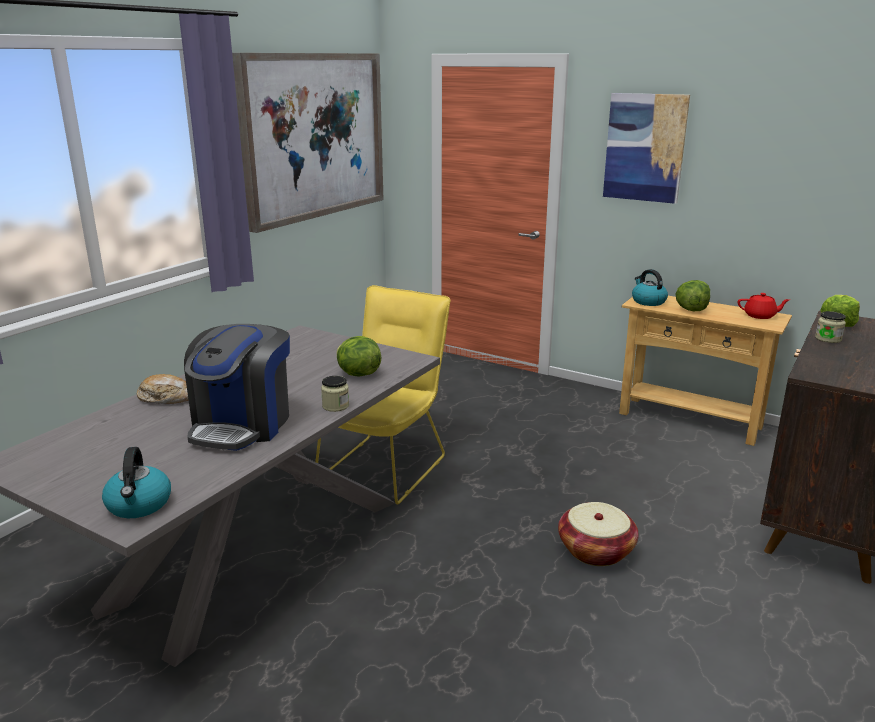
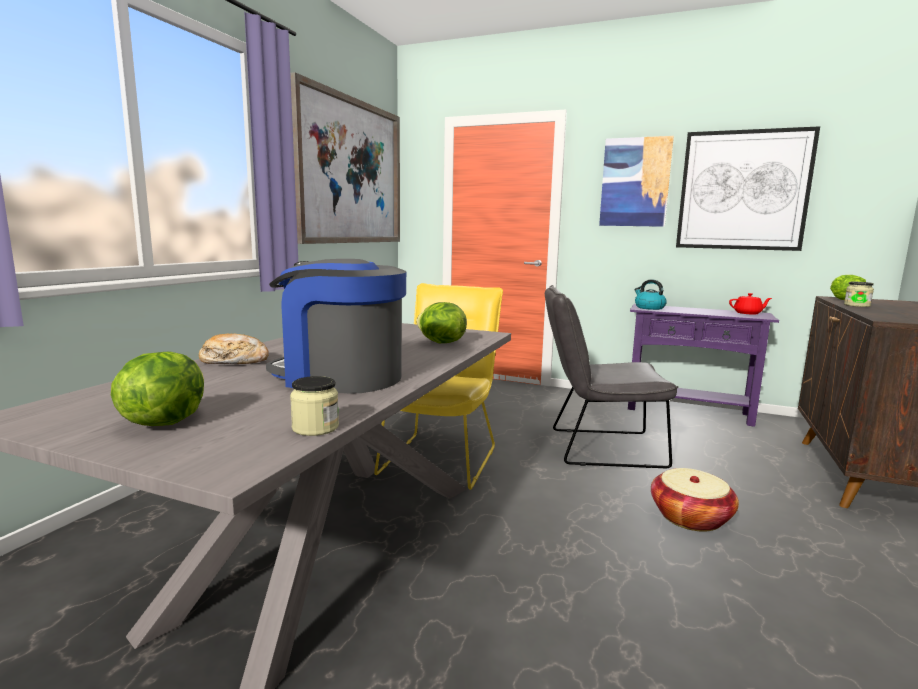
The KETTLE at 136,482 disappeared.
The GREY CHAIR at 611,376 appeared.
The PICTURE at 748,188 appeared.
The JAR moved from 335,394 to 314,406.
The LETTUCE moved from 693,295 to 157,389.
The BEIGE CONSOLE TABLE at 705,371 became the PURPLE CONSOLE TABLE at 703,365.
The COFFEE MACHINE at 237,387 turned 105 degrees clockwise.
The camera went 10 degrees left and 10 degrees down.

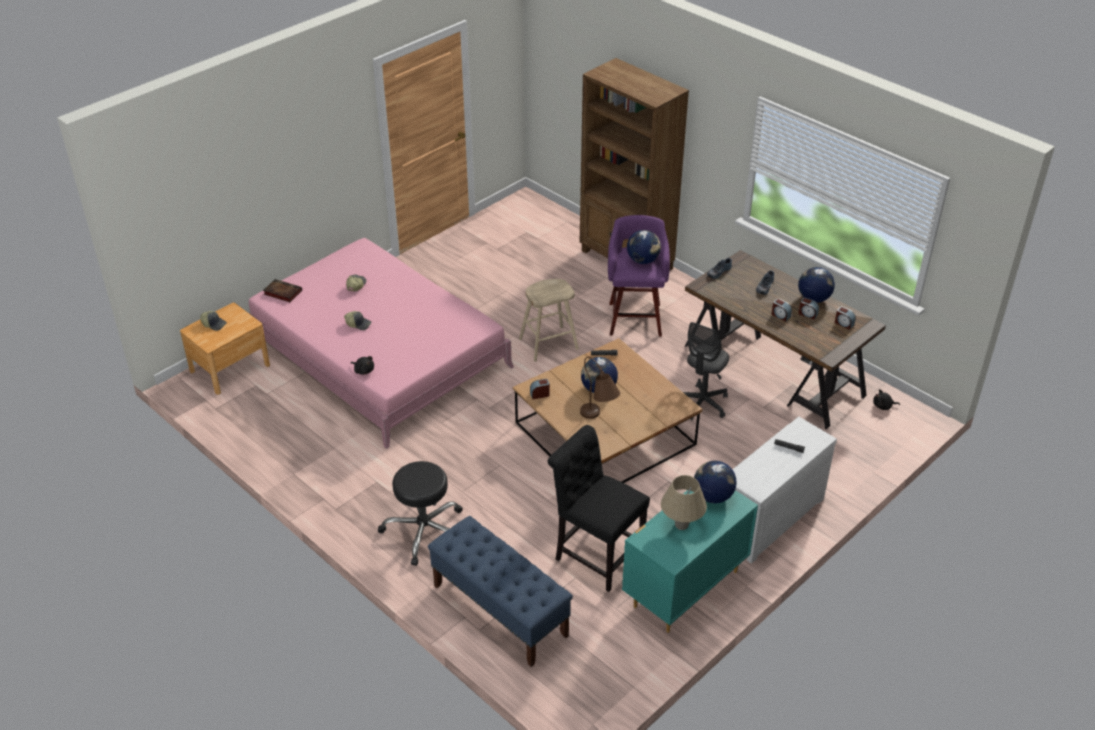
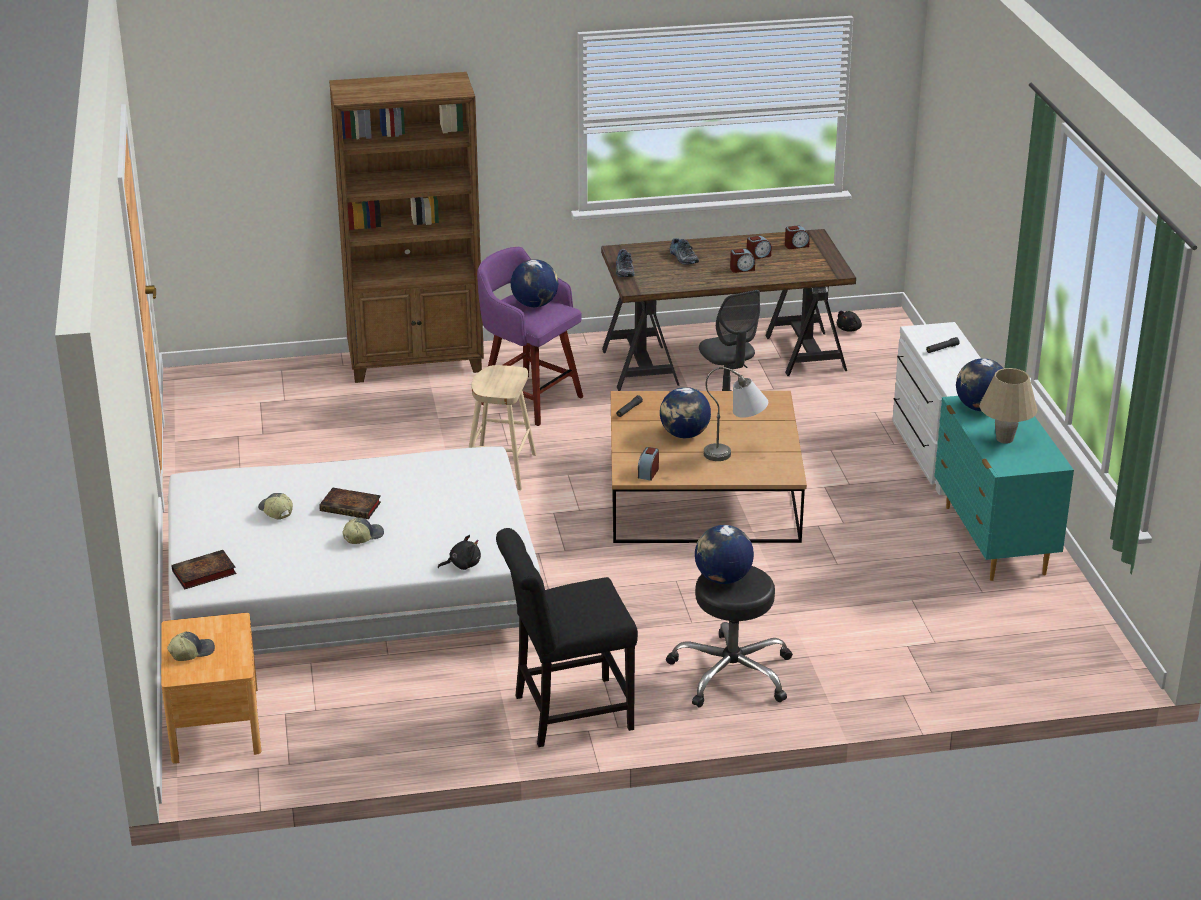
The BLUE BENCH at 500,591 disappeared.
The BOOK at 350,503 appeared.
The BLACK CHAIR moved from 598,508 to 567,637.
The GLOBE moved from 816,285 to 724,554.
The PINK BED at 381,343 became the WHITE BED at 354,550.
The BROWN TABLE LAMP at 600,388 became the GREY TABLE LAMP at 736,414.
The camera went 55 degrees left and 10 degrees down.

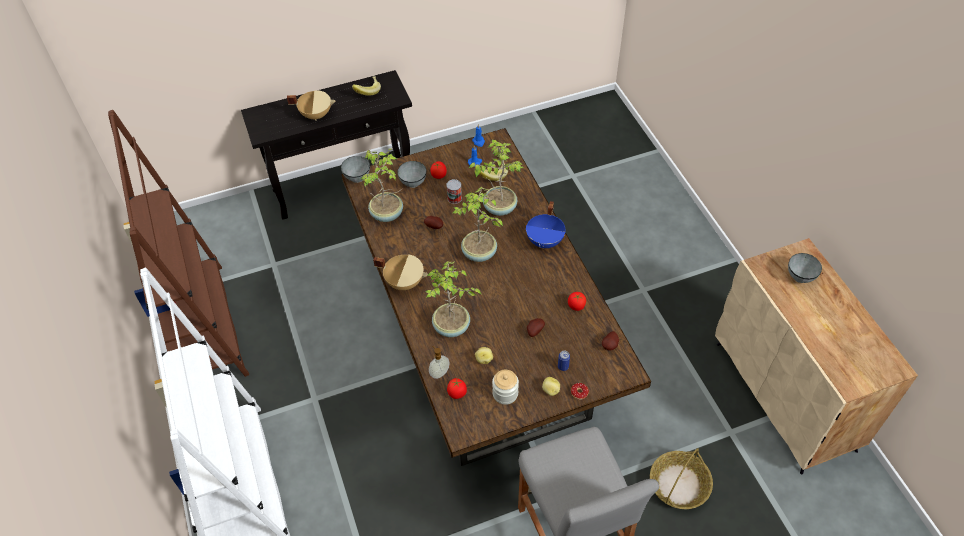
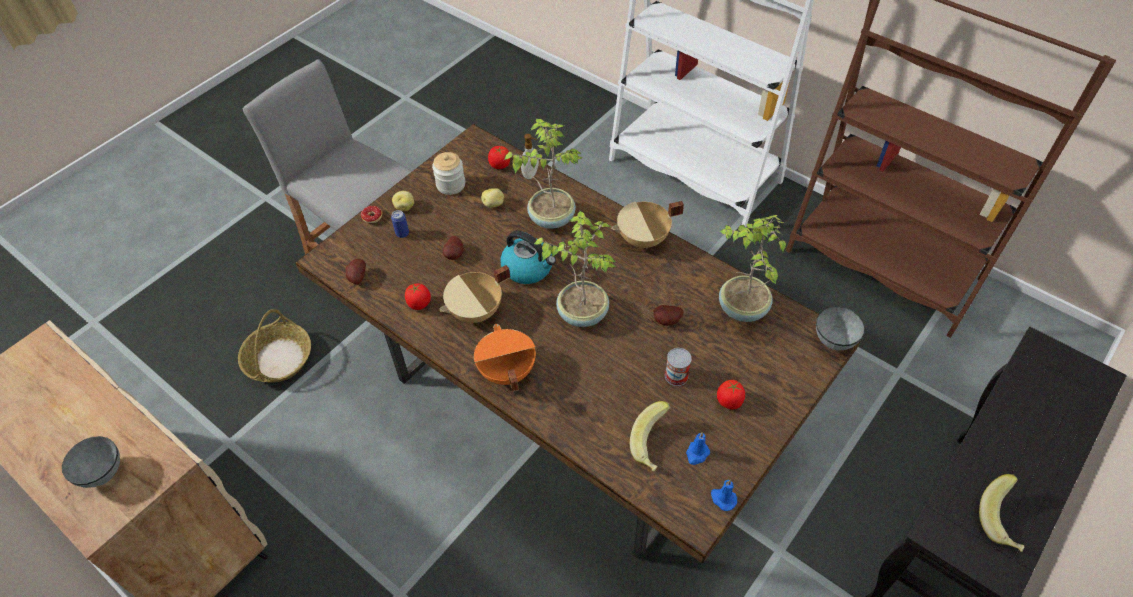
The GREY BOWL at 411,174 disappeared.
The POTTED PLANT at 496,177 disappeared.
The KETTLE at 528,257 appeared.
The BEIGE COOKING POT moved from 311,105 to 474,294.
The BLUE COOKING POT at 545,225 became the ORANGE COOKING POT at 505,358.
The camera went 150 degrees right and 0 degrees up.

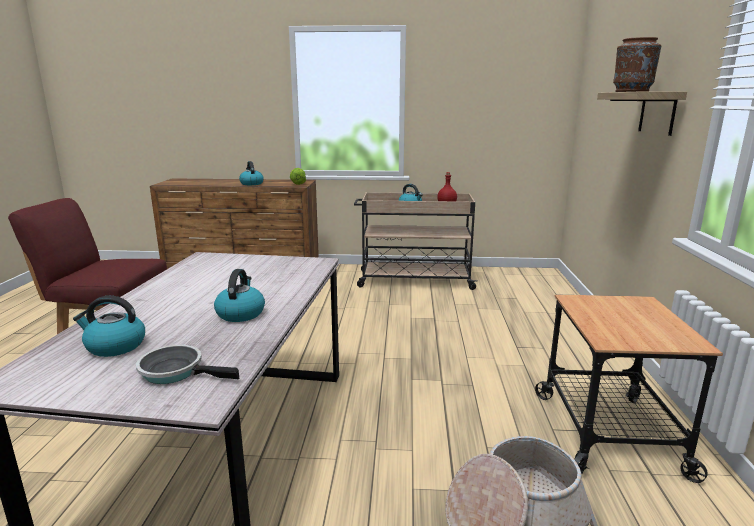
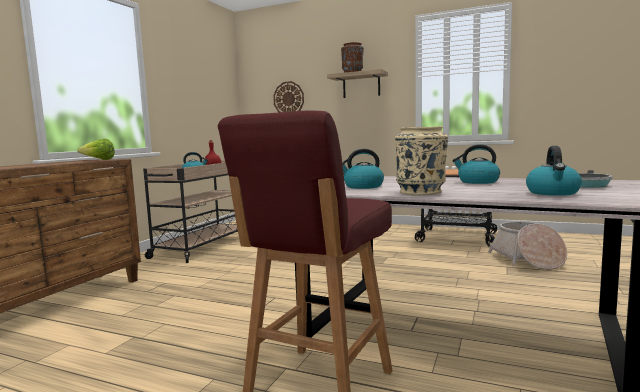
The WALL CLOCK at 288,97 appeared.
The BEIGE VASE at 421,160 appeared.
The KETTLE moved from 251,173 to 363,169.
The camera went 70 degrees left and 10 degrees down.

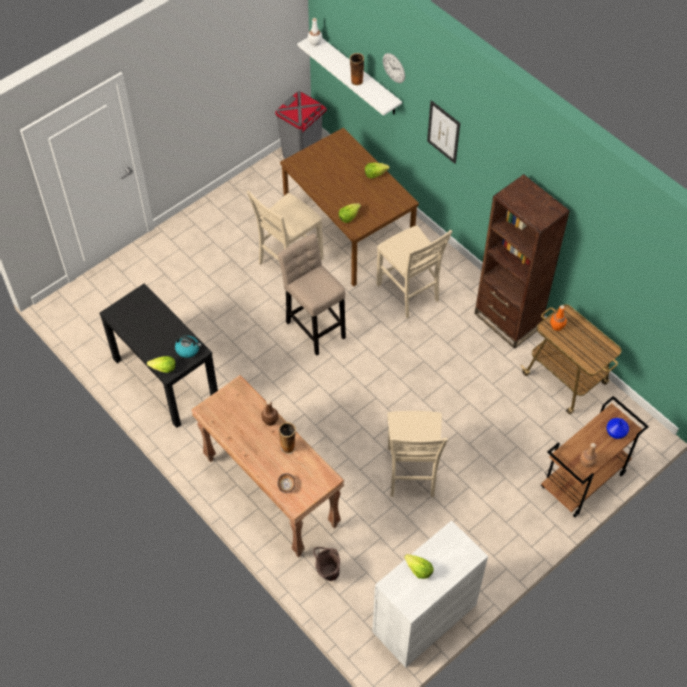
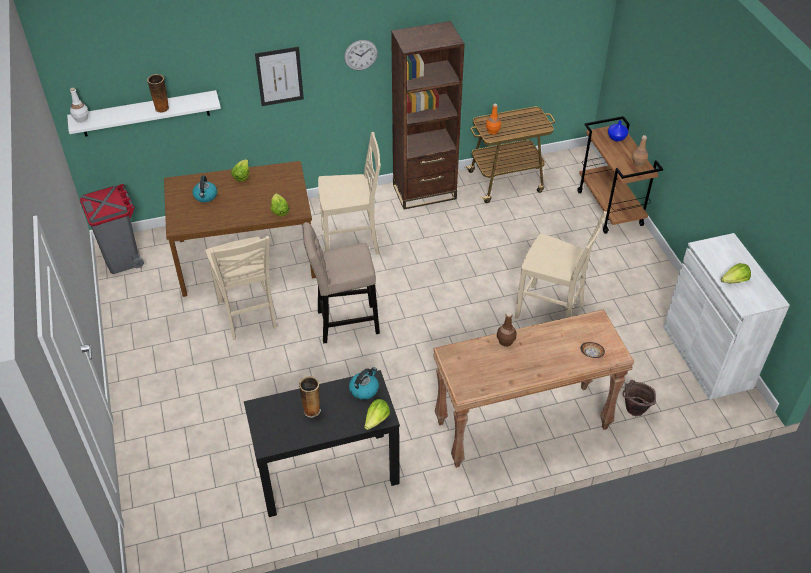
The KETTLE at 204,189 appeared.
The VASE moved from 287,438 to 310,397.
The WALL CLOCK moved from 394,68 to 361,55.
The camera went 65 degrees left and 10 degrees down.

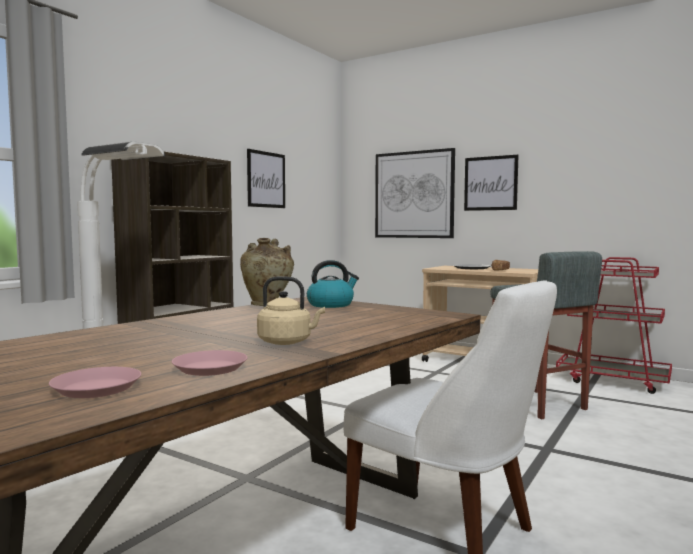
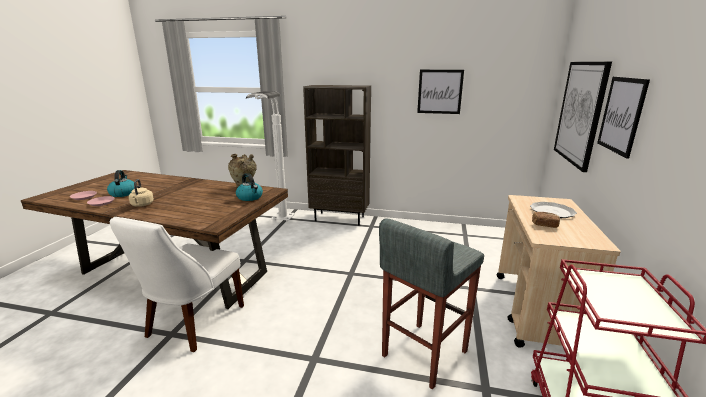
The KETTLE at 122,183 appeared.
The camera went 70 degrees right and 15 degrees up.

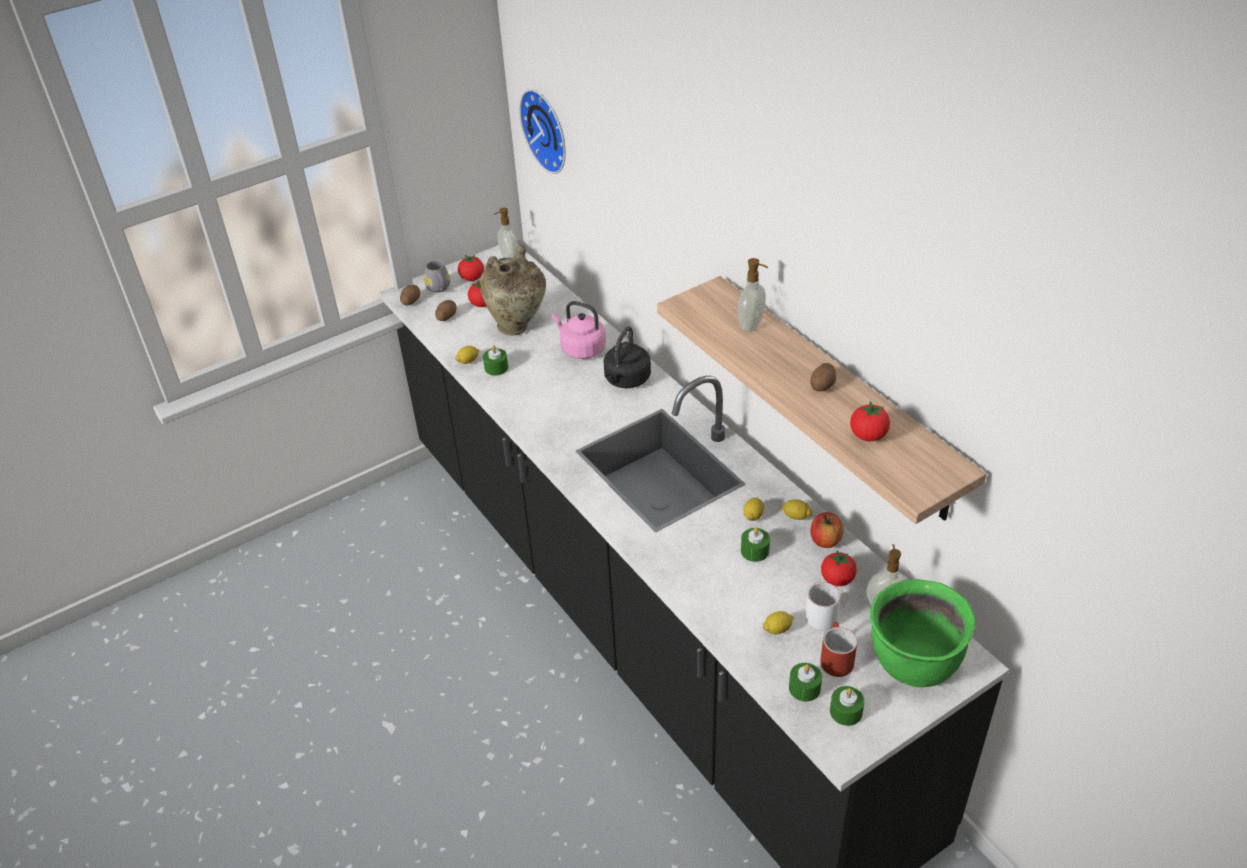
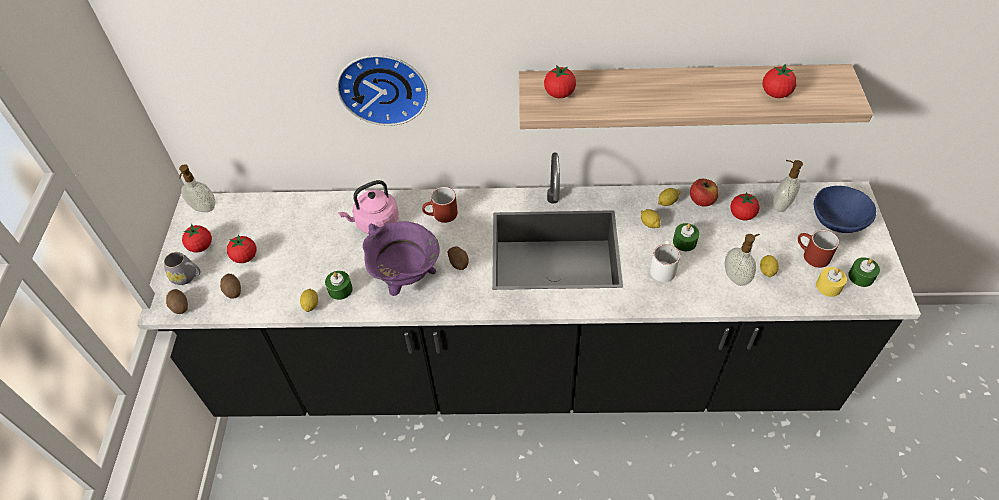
The BEIGE VASE at 513,290 disappeared.
The PURPLE COOKING POT at 401,258 appeared.
The TOMATO at 560,81 appeared.
The WALL CLOCK moved from 542,131 to 382,90.
The SOAP DISPENSER moved from 753,295 to 742,260.
The WHITE MUG moved from 827,606 to 665,261.
The POTATO moved from 823,377 to 458,258.
The BLACK KETTLE at 627,357 was replaced by the RED MUG at 440,205.
The GREEN COOKING POT at 923,633 was replaced by the BLUE BOWL at 845,209.
The GREEN CANDLE at 805,682 became the YELLOW CANDLE at 831,282.
The camera went 55 degrees left and 10 degrees up.

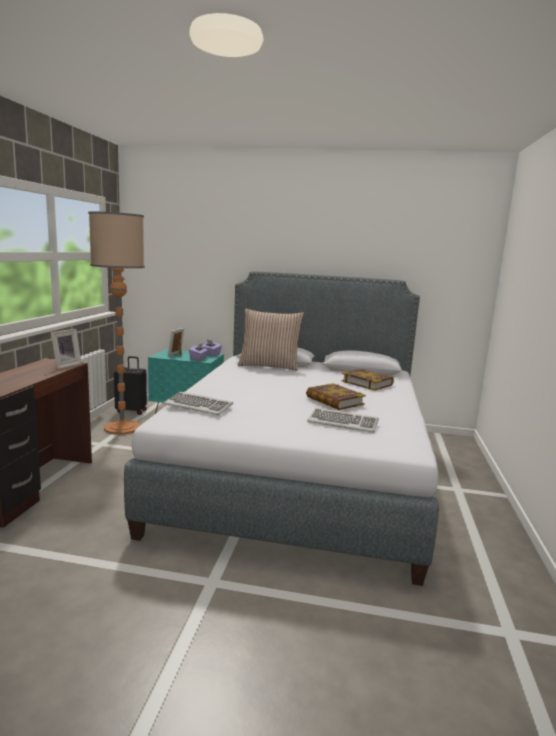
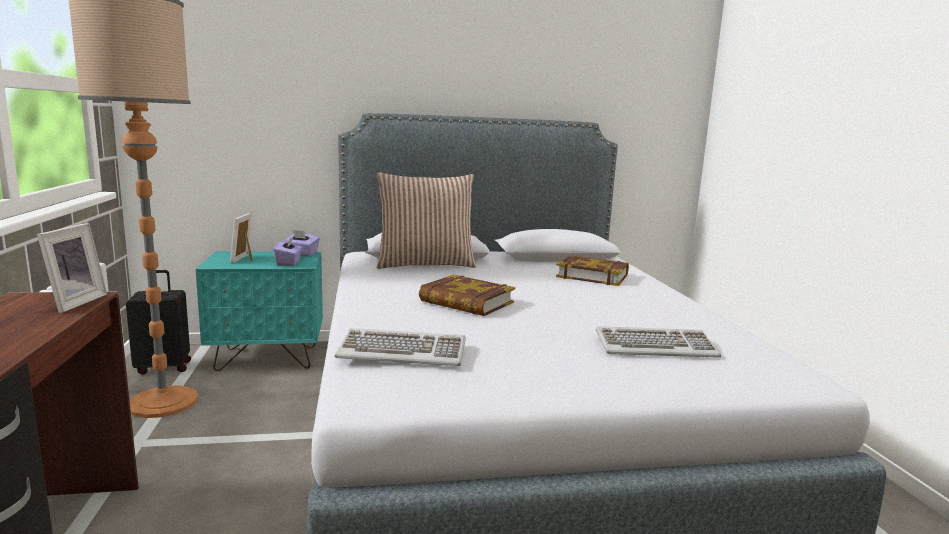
The BOOK moved from 336,396 to 467,295.
The camera went 20 degrees left and 0 degrees up.

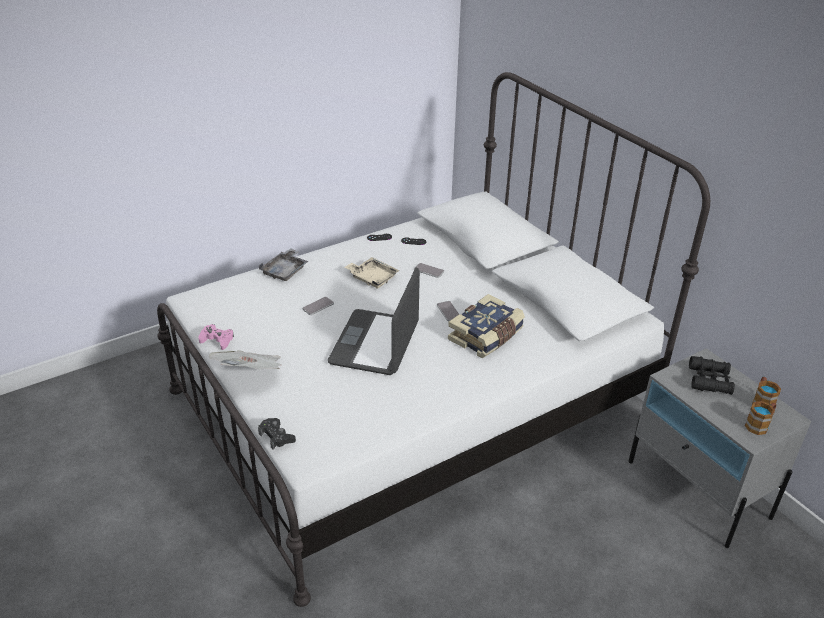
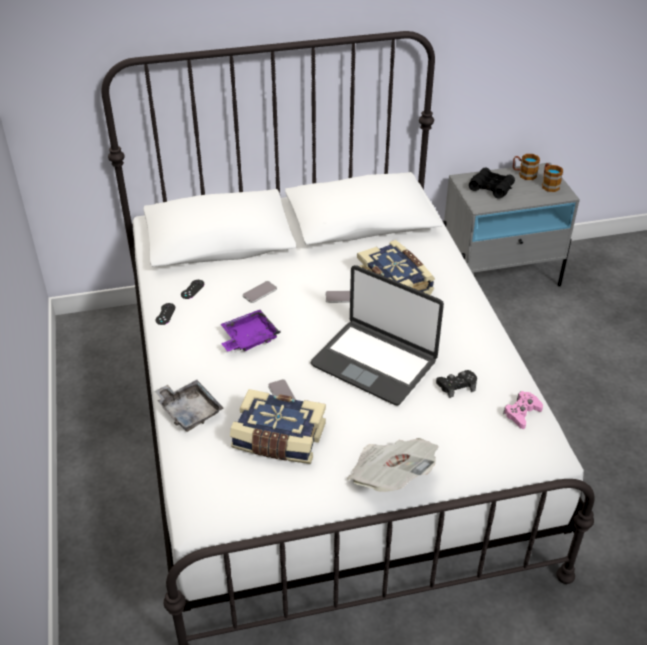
The BOOK at 278,426 appeared.
The PINK GAME CONTROLLER moved from 216,337 to 523,410.
The BLACK GAME CONTROLLER moved from 277,434 to 456,384.
The BEIGE TRAY at 372,273 became the PURPLE TRAY at 251,330.
The camera went 70 degrees left and 5 degrees up.

